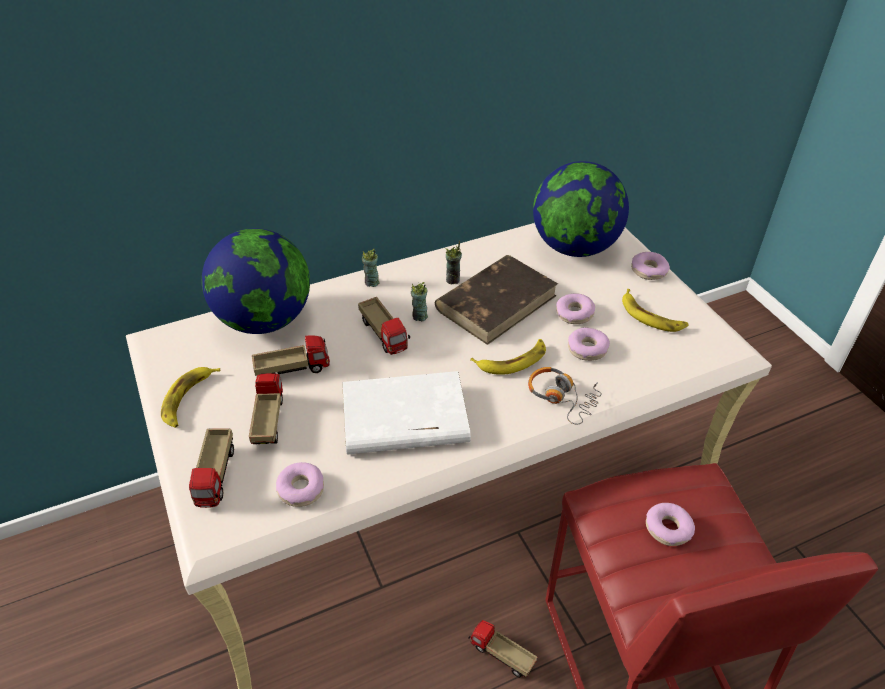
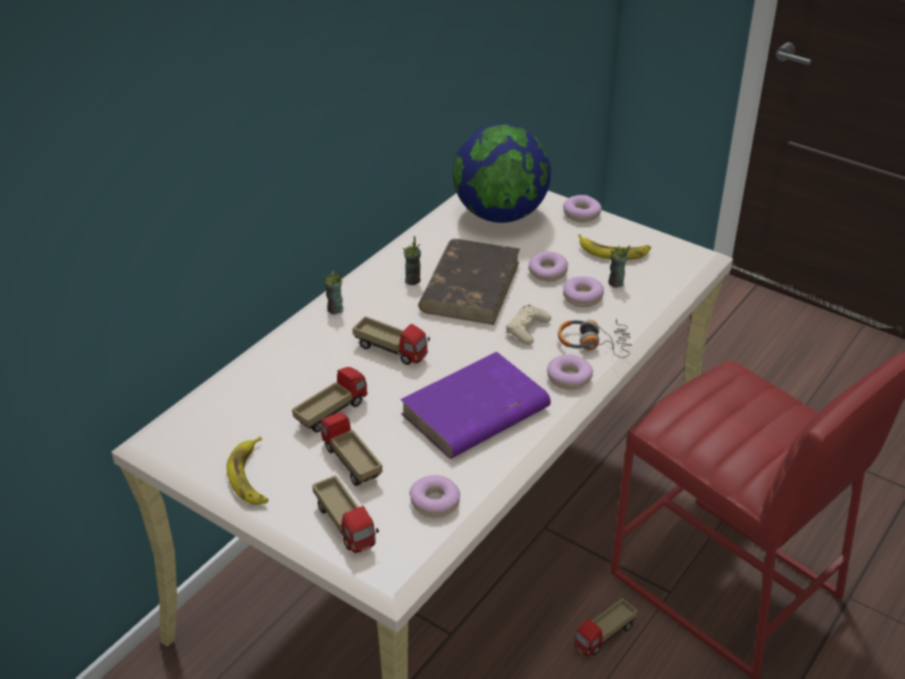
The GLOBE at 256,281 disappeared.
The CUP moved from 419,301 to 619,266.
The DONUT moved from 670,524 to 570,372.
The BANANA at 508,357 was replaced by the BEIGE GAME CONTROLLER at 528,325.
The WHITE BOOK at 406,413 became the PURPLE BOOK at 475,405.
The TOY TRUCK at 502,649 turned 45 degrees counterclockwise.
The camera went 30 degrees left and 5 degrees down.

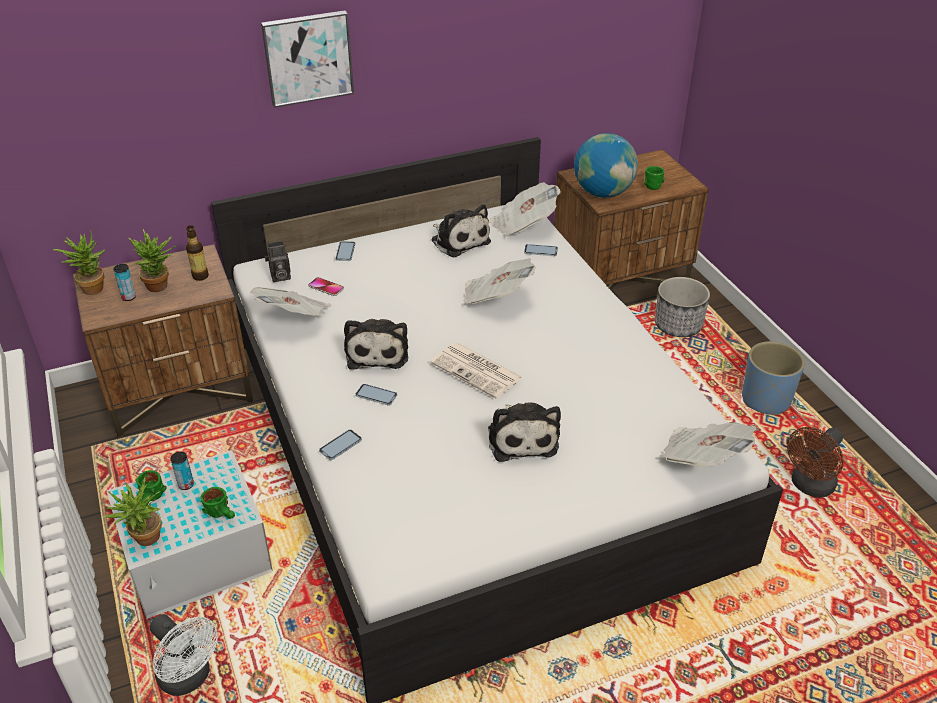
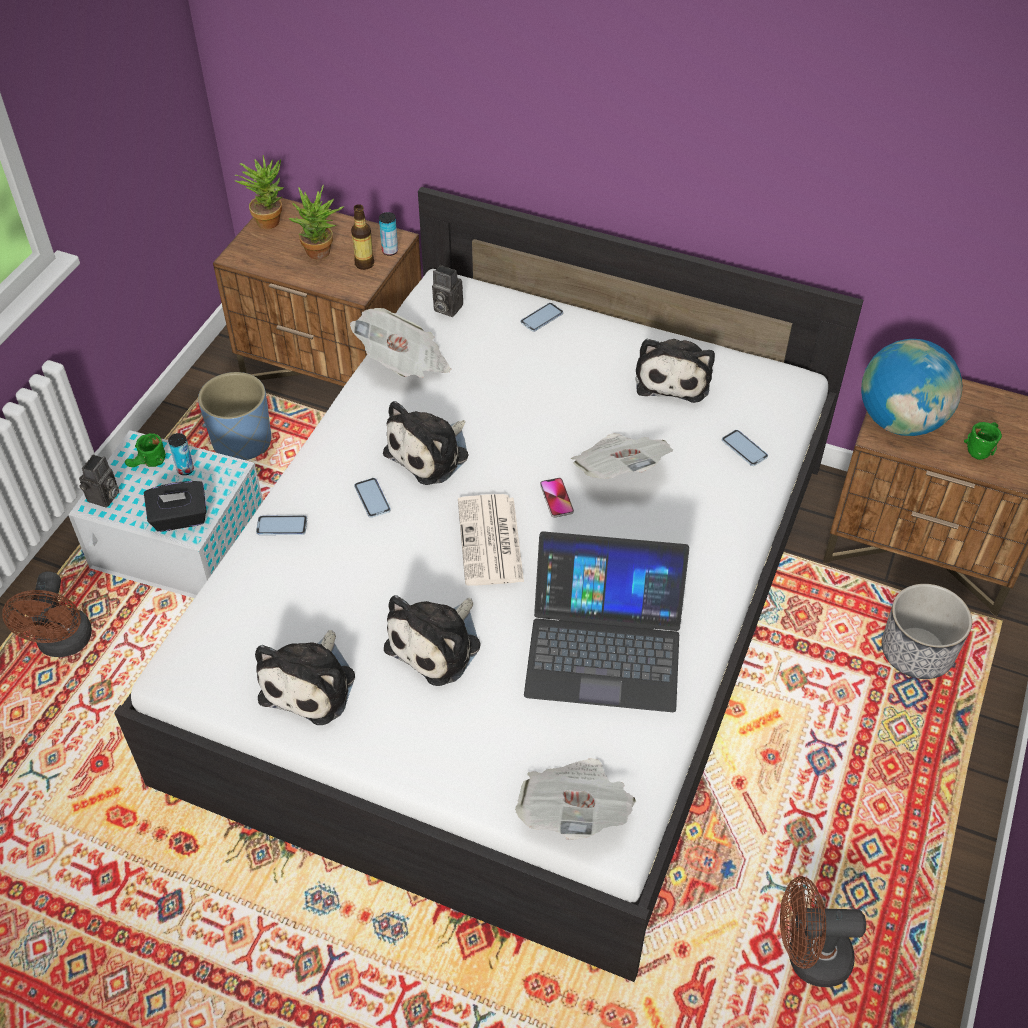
The PICTURE at 307,59 disappeared.
The NEWSPAPER at 525,209 disappeared.
The PLUSH TOY at 305,677 appeared.
The LAPTOP at 606,621 appeared.
The CAN moved from 124,282 to 388,234.
The PHONE moved from 326,286 to 557,498.
The BLUE PLANTER moved from 773,378 to 234,416.
The POTTED PLANT at 133,511 was replaced by the PHOTO CAMERA at 99,481.
The GREEN MUG at 218,503 was replaced by the BLACK TISSUE BOX at 175,506.
The WHITE FAN at 184,655 became the BROWN FAN at 47,614.
The camera went 45 degrees right and 10 degrees up.

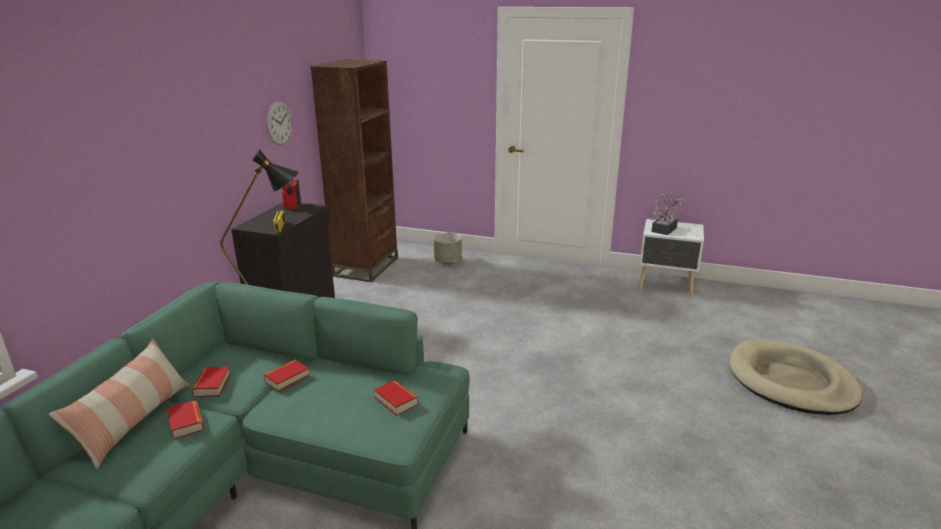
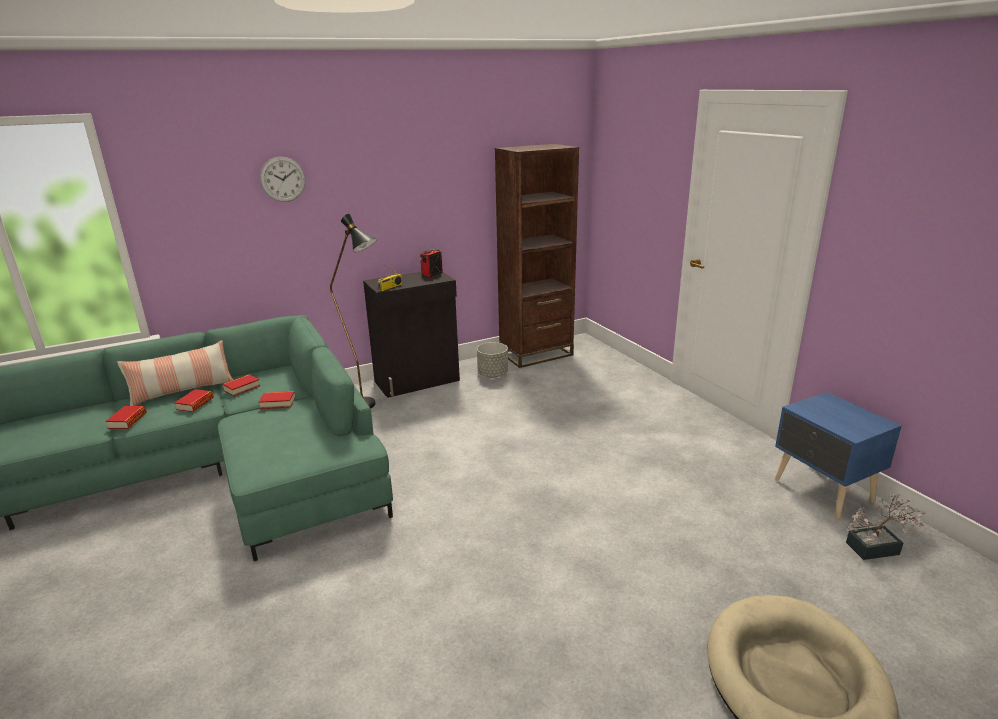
The WALL CLOCK moved from 279,123 to 283,179.
The BOOK moved from 396,398 to 126,417.
The GREY PLANTER moved from 448,248 to 492,360.
The POTTED PLANT moved from 668,213 to 886,526.
The WHITE NIGHTSTAND at 671,258 became the BLUE NIGHTSTAND at 838,455.
The camera went 45 degrees right and 0 degrees up.

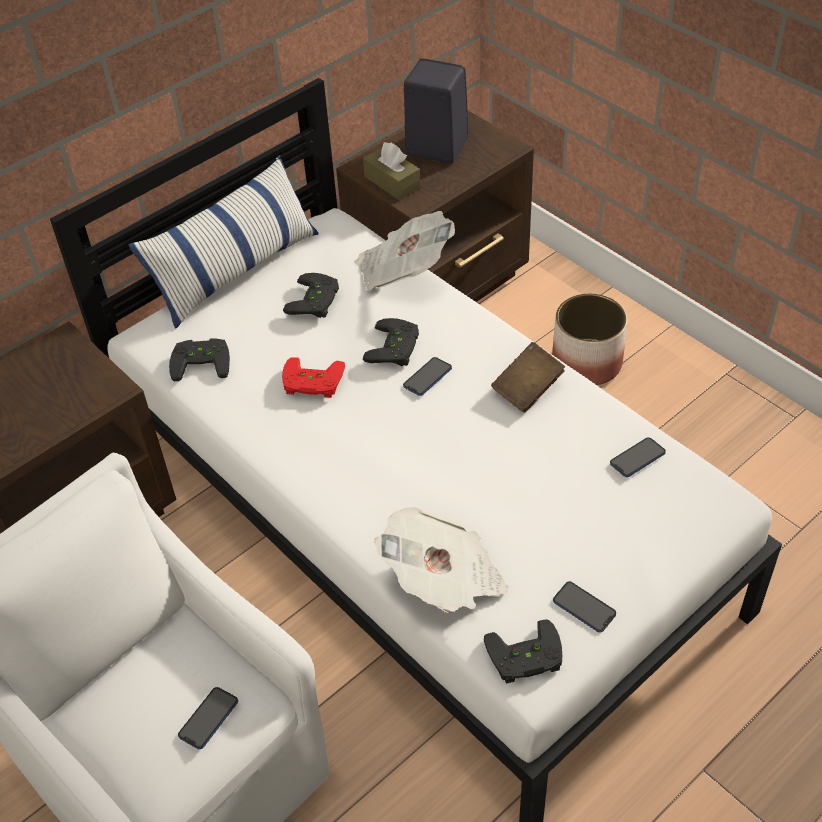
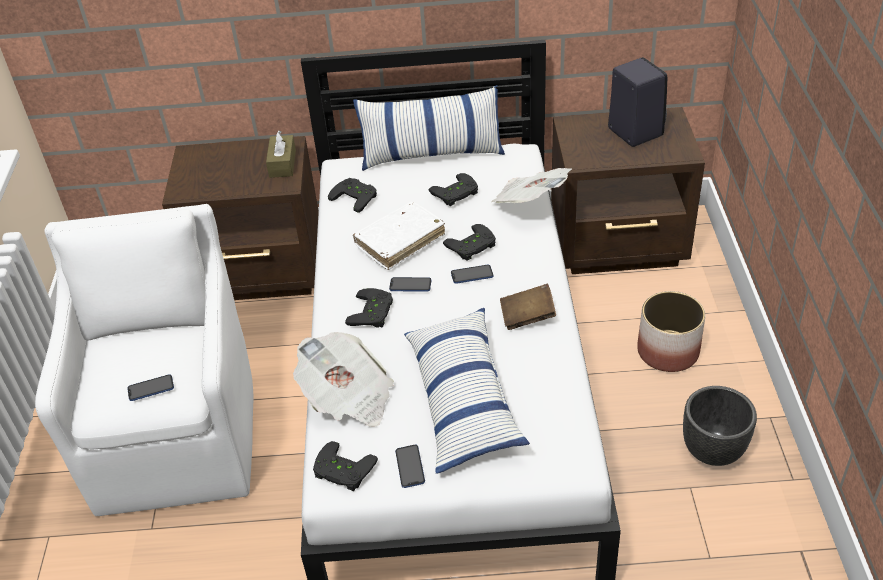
The BLACK GAME CONTROLLER at 369,308 appeared.
The PILLOW at 467,391 appeared.
The BLACK PLANTER at 720,426 appeared.
The BROWN TISSUE BOX moved from 392,171 to 281,154.
The PHONE moved from 638,457 to 410,284.
The RED GAME CONTROLLER at 313,377 was replaced by the WHITE BOOK at 399,236.
The camera went 40 degrees right and 5 degrees down.

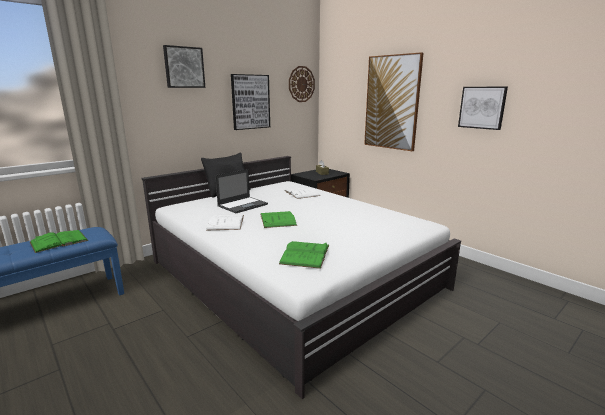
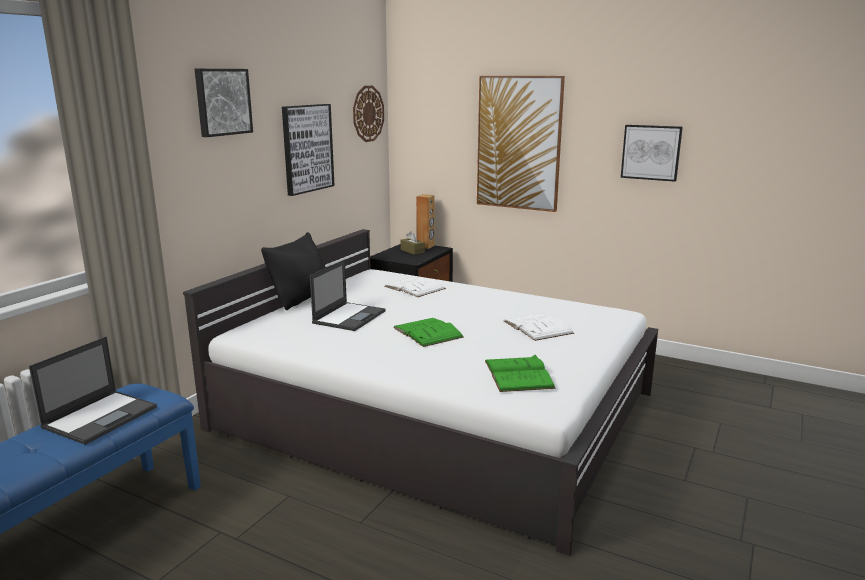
The BROWN SPEAKER at 425,221 appeared.
The WHITE BOOK moved from 225,222 to 539,327.
The GREEN BOOK at 59,241 was replaced by the LAPTOP at 93,391.
The camera went 20 degrees left and 0 degrees up.

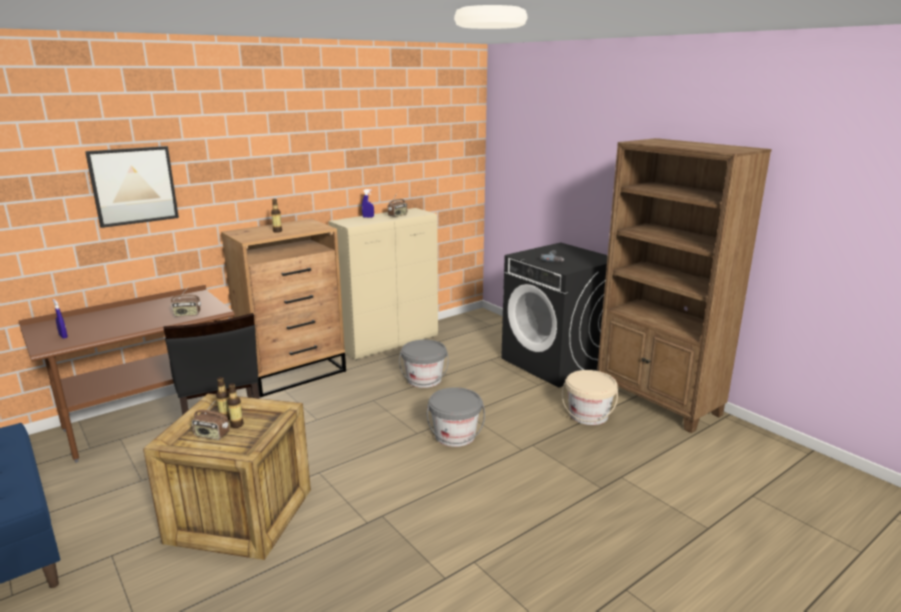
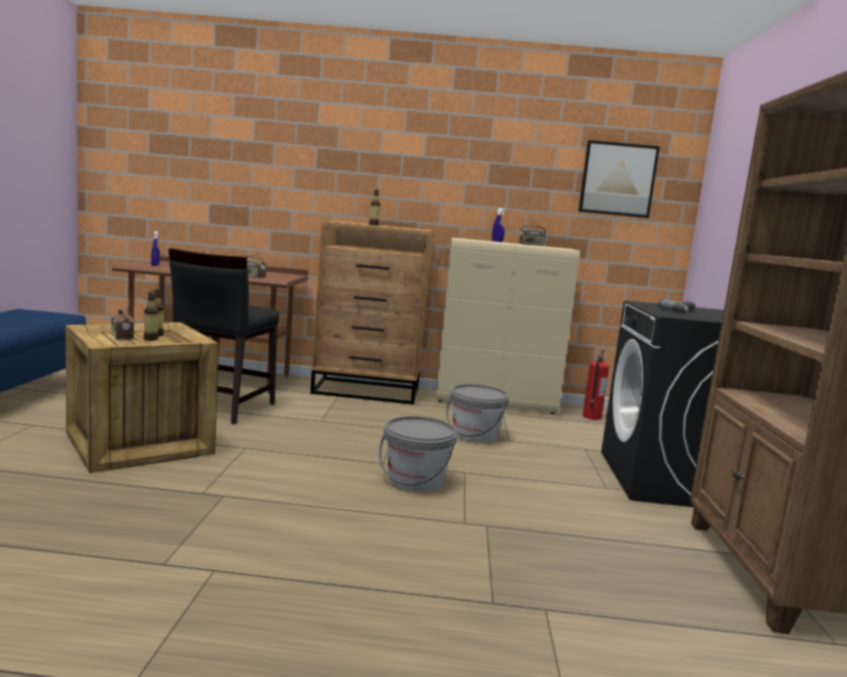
The BEIGE BUCKET at 590,397 disappeared.
The FIRE EXTINGUISHER at 596,384 appeared.
The PICTURE moved from 132,187 to 619,179.
The camera went 40 degrees right and 10 degrees down.

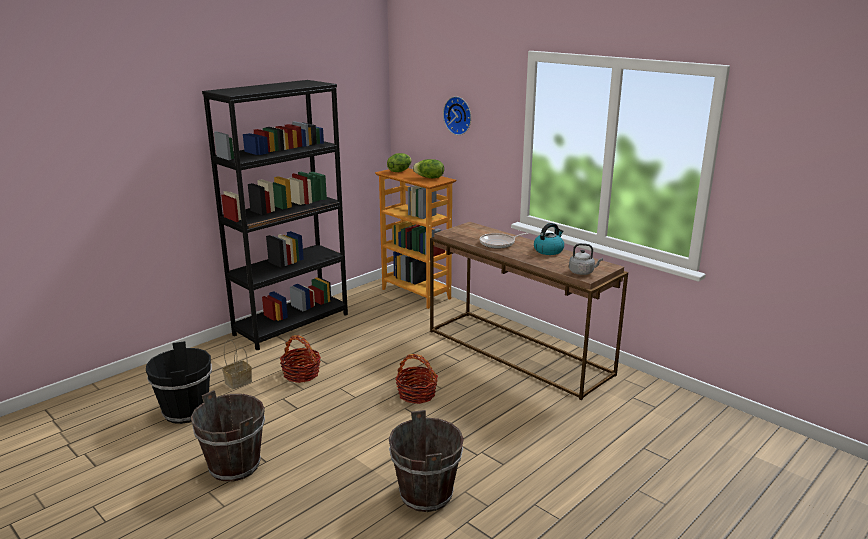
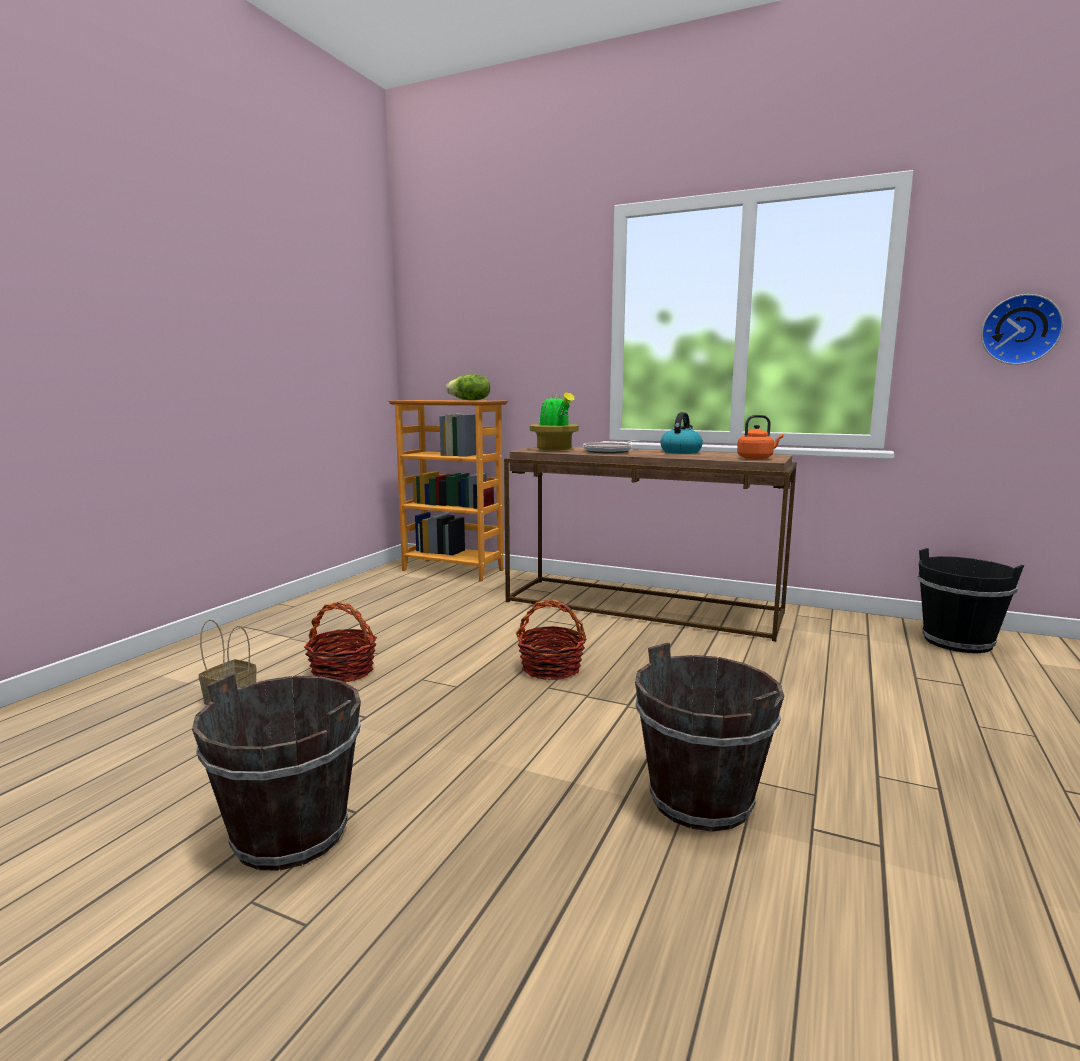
The BLACK BOOKCASE at 275,215 disappeared.
The LETTUCE at 399,162 disappeared.
The POTTED PLANT at 554,421 appeared.
The BLACK BUCKET moved from 179,382 to 971,600.
The WALL CLOCK moved from 457,115 to 1022,329.
The GREY KETTLE at 586,259 became the ORANGE KETTLE at 760,437.
The camera went 20 degrees left and 10 degrees down.

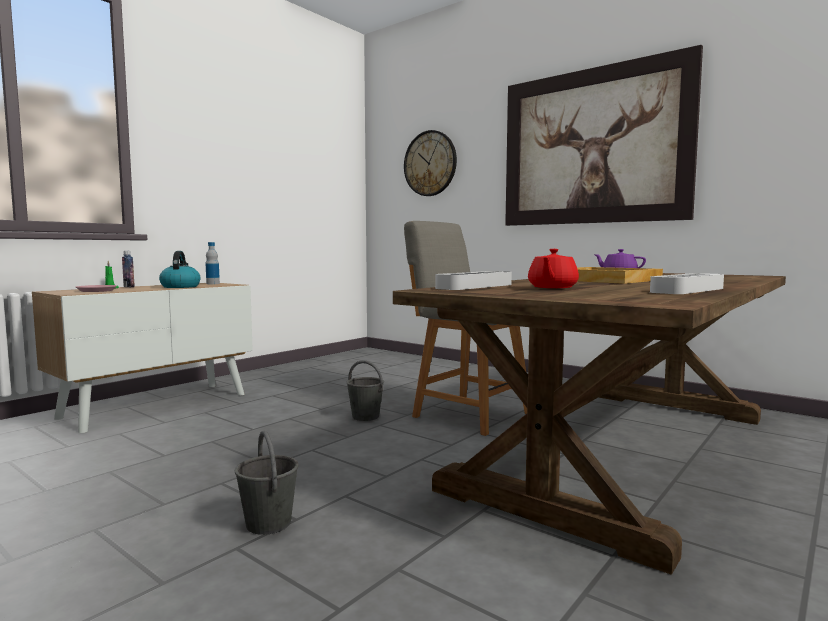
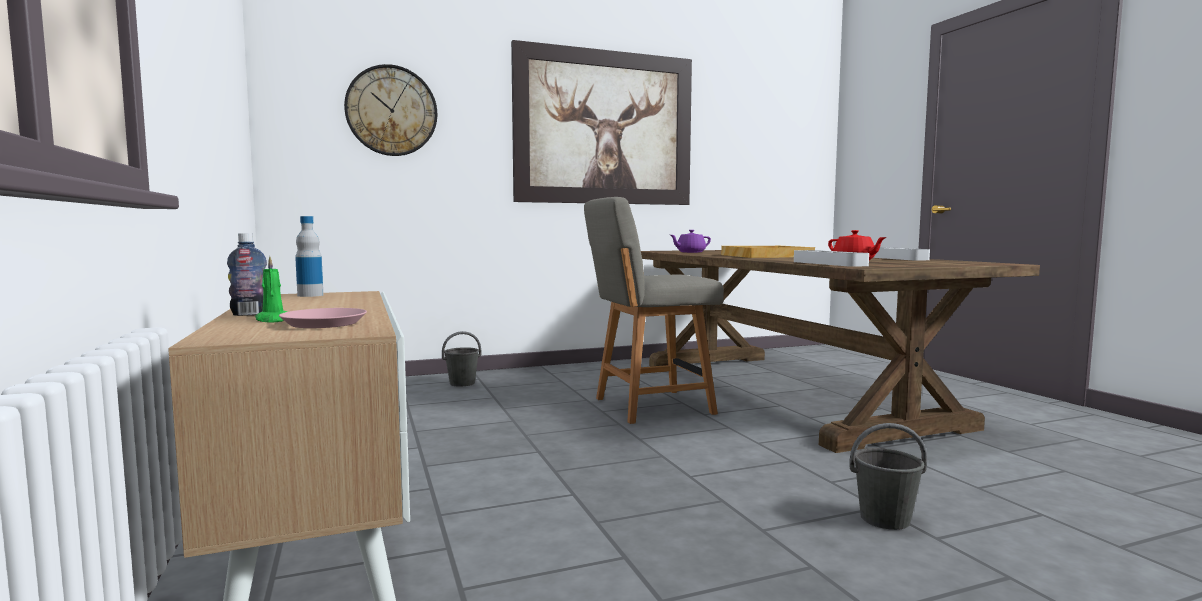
The KETTLE at 180,269 disappeared.
The GREY BUCKET moved from 365,390 to 461,359.
The camera went 60 degrees left and 0 degrees up.

